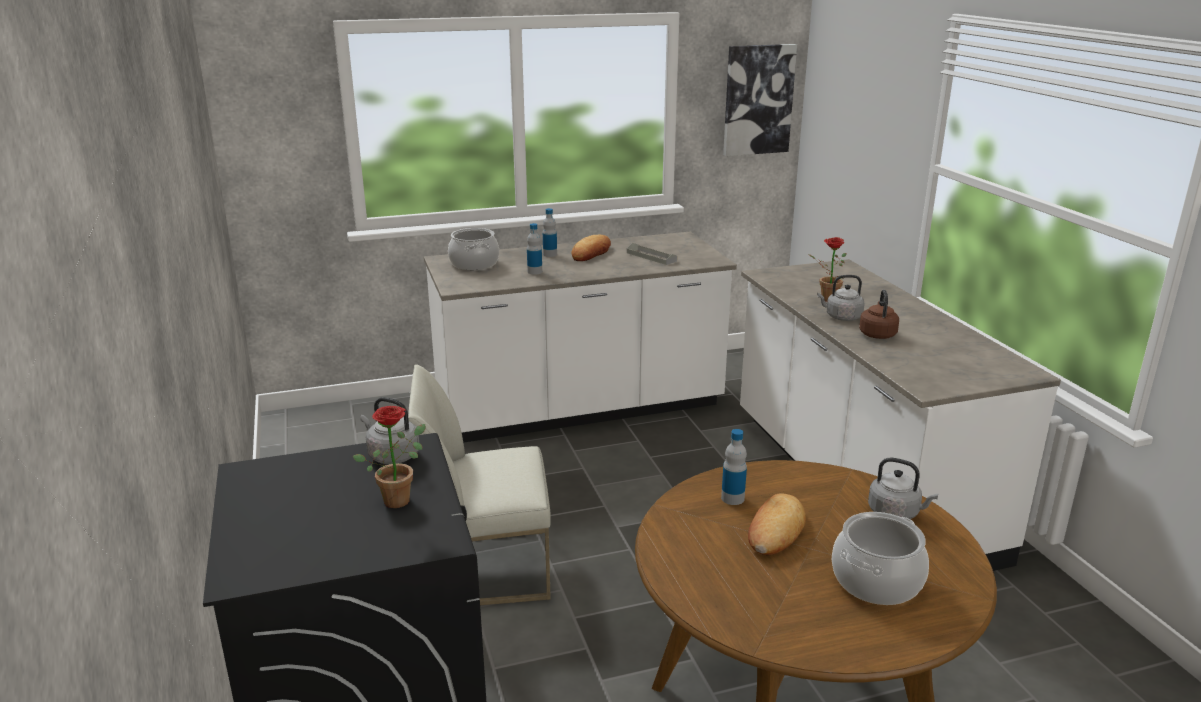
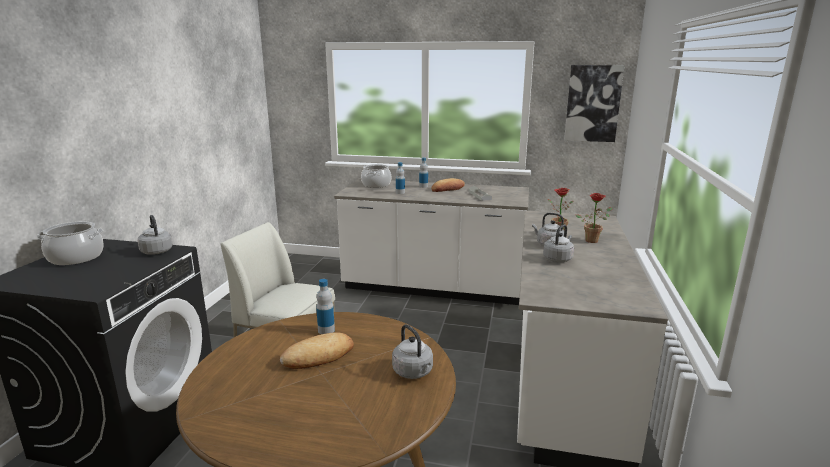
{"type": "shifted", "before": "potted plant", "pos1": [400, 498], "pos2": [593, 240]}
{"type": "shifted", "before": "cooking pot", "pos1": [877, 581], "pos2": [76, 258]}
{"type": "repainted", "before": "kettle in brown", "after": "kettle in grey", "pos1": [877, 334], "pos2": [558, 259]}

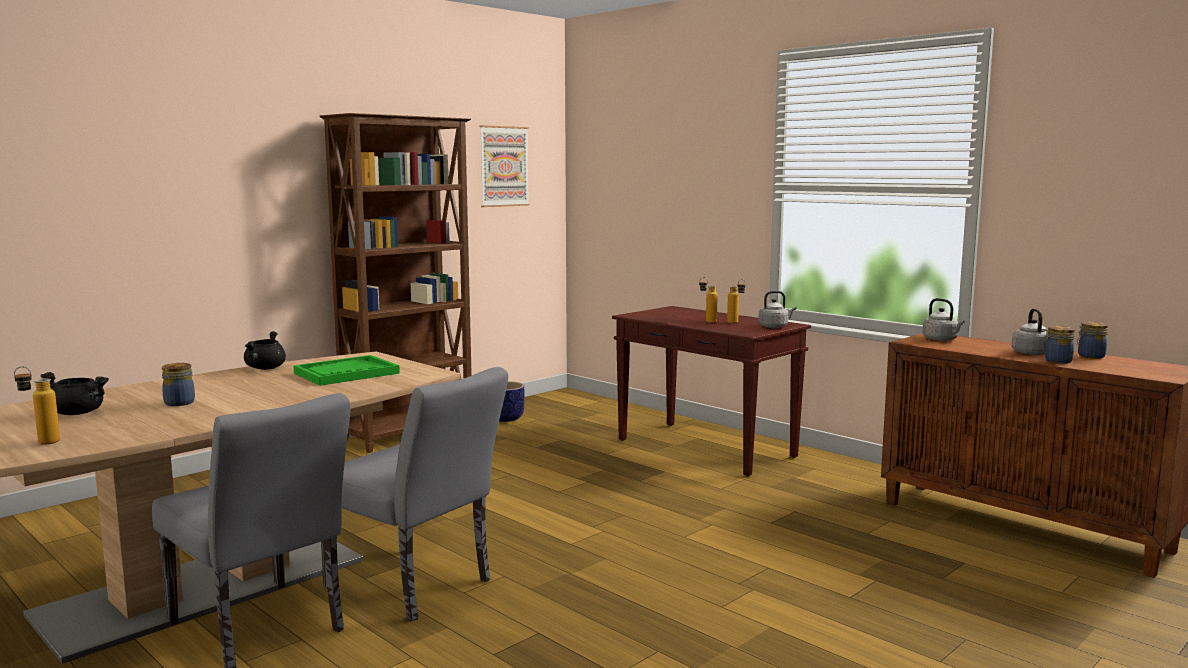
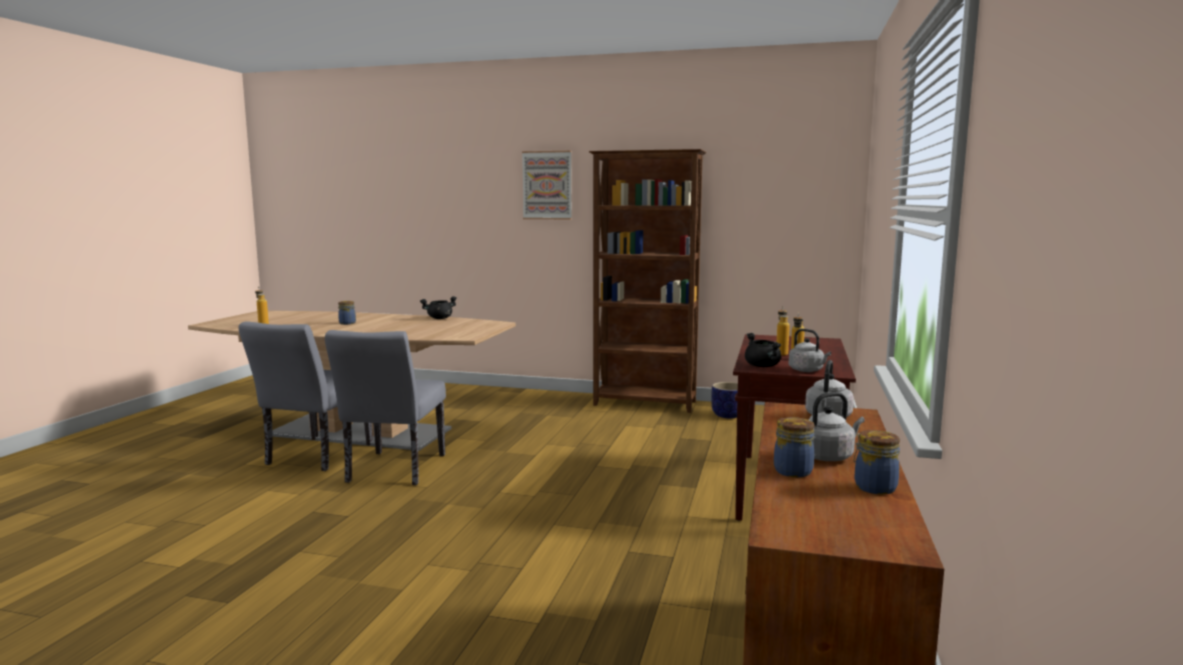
{"type": "shifted", "before": "cooking pot in black", "pos1": [79, 413], "pos2": [763, 366]}
{"type": "gone", "before": "tray in green", "pos1": [346, 373]}
{"type": "shifted", "before": "picture", "pos1": [503, 166], "pos2": [547, 185]}

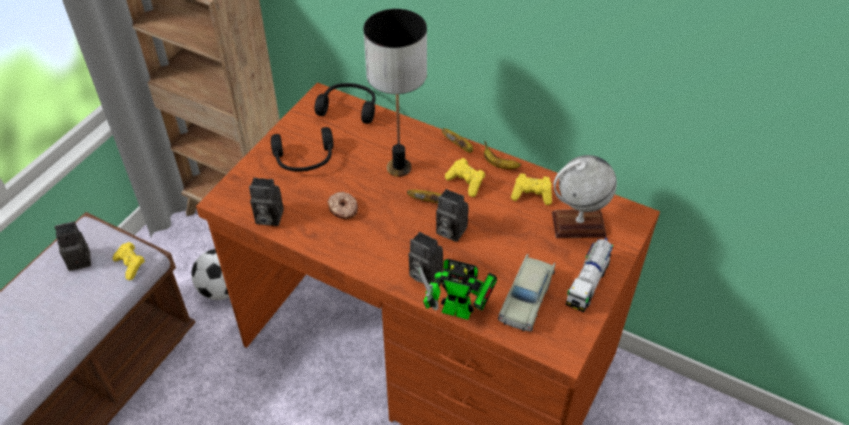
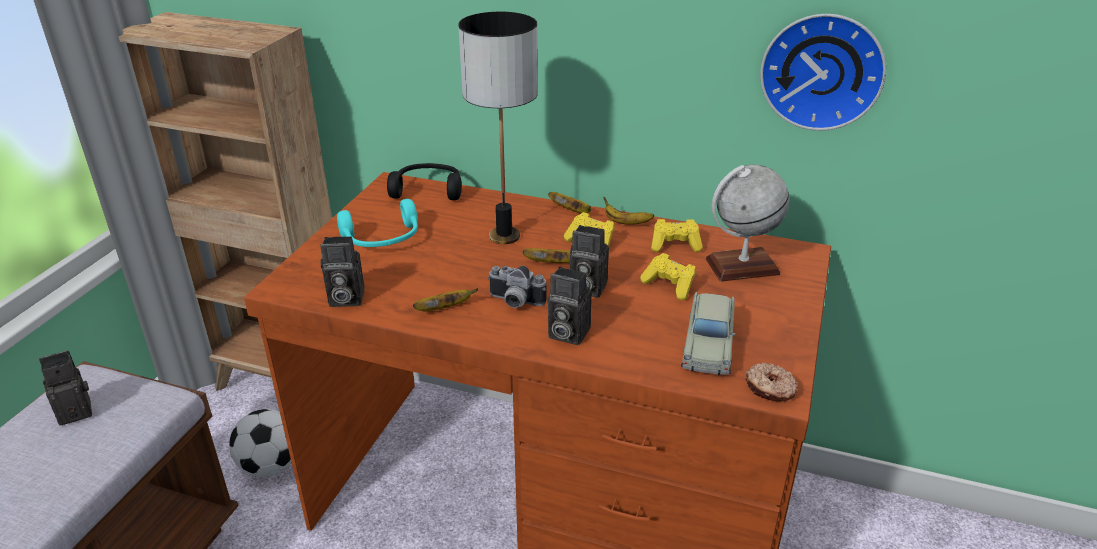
{"type": "shifted", "before": "game controller in yellow", "pos1": [131, 265], "pos2": [670, 286]}
{"type": "repainted", "before": "headphones in black", "after": "headphones in turquoise", "pos1": [304, 160], "pos2": [382, 240]}
{"type": "shifted", "before": "donut", "pos1": [343, 209], "pos2": [770, 389]}
{"type": "gone", "before": "toy robot", "pos1": [461, 312]}
{"type": "gone", "before": "toy truck", "pos1": [588, 283]}
{"type": "new", "after": "banana", "pos2": [444, 308]}
{"type": "new", "after": "photo camera", "pos2": [514, 302]}
{"type": "new", "after": "wall clock", "pos2": [822, 70]}

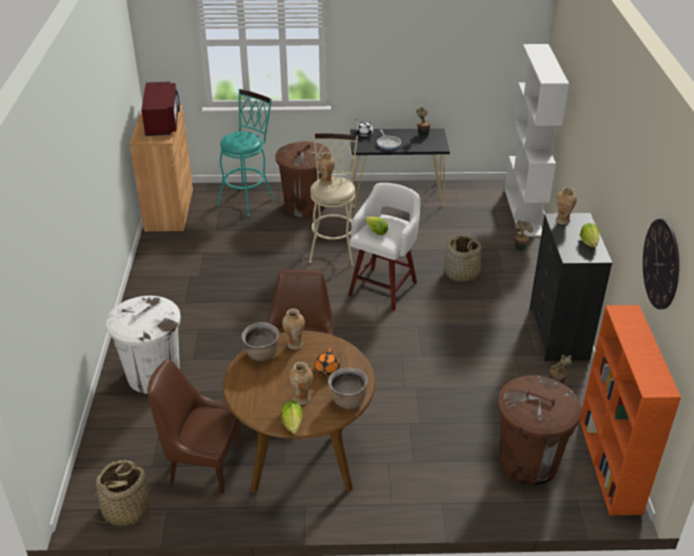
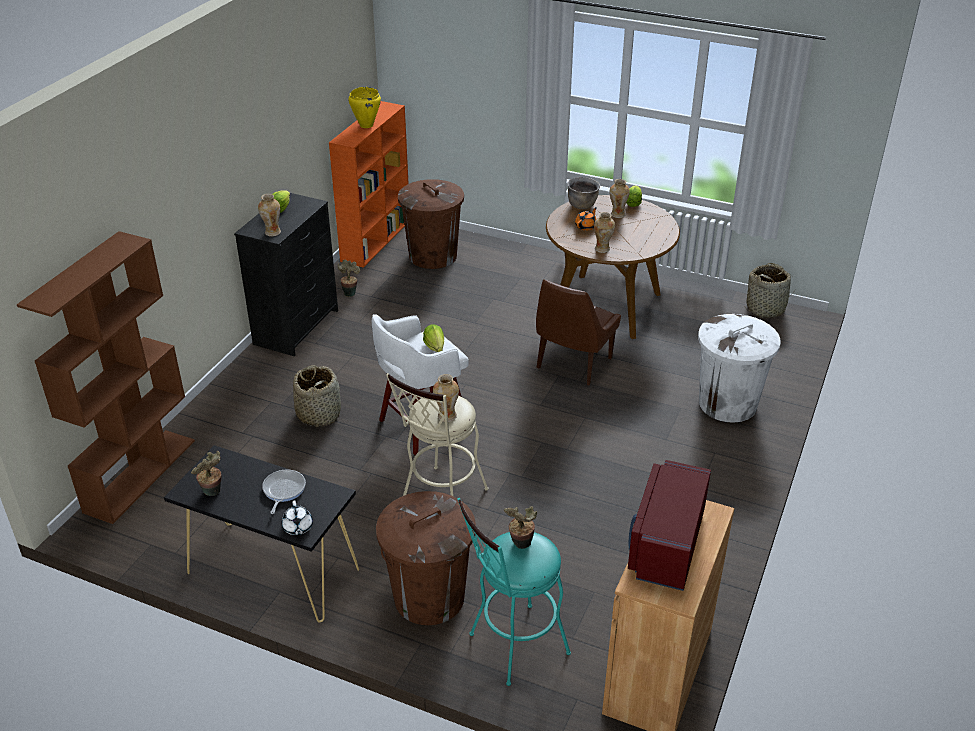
{"type": "gone", "before": "chair in brown", "pos1": [203, 464]}
{"type": "gone", "before": "cooking pot in brown", "pos1": [262, 354]}
{"type": "repainted", "before": "bookcase in white", "after": "bookcase in brown", "pos1": [524, 212], "pos2": [140, 475]}
{"type": "shifted", "before": "potted plant", "pos1": [520, 248], "pos2": [520, 544]}
{"type": "gone", "before": "wall clock", "pos1": [661, 264]}
{"type": "new", "after": "cooking pot in yellow", "pos2": [366, 125]}

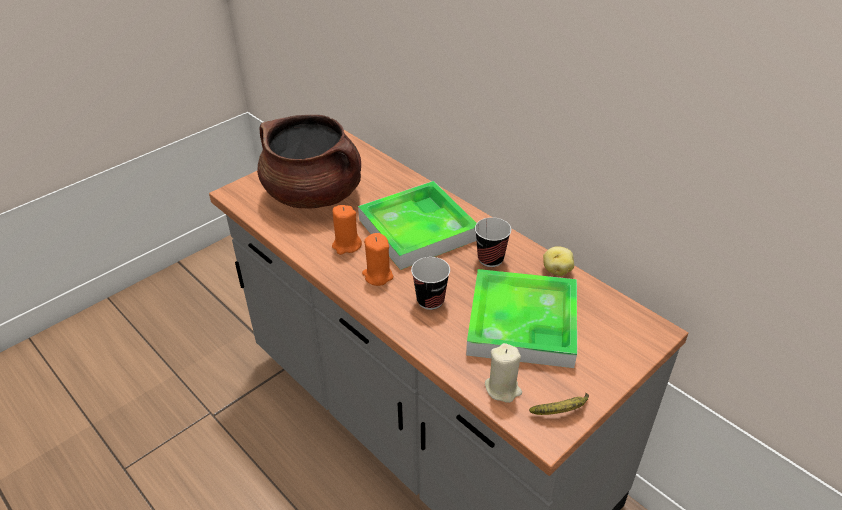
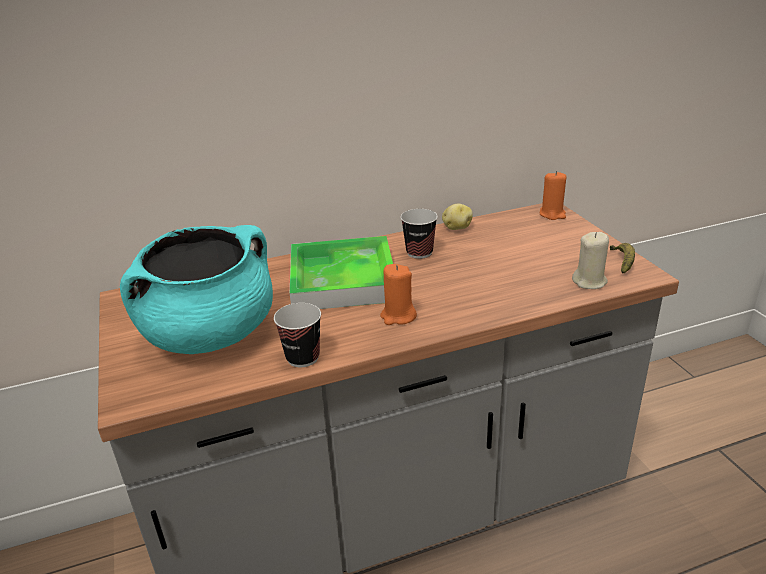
{"type": "repainted", "before": "cooking pot in brown", "after": "cooking pot in turquoise", "pos1": [314, 195], "pos2": [210, 334]}
{"type": "shifted", "before": "candle in orange", "pos1": [346, 245], "pos2": [552, 214]}
{"type": "shifted", "before": "cup", "pos1": [430, 300], "pos2": [303, 357]}
{"type": "gone", "before": "tray", "pos1": [522, 323]}

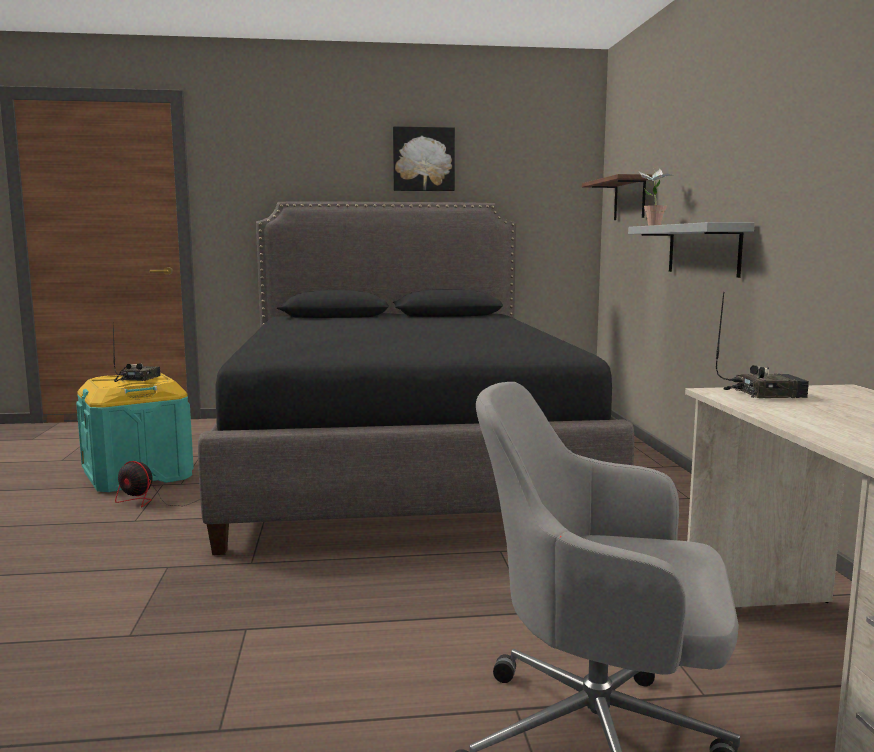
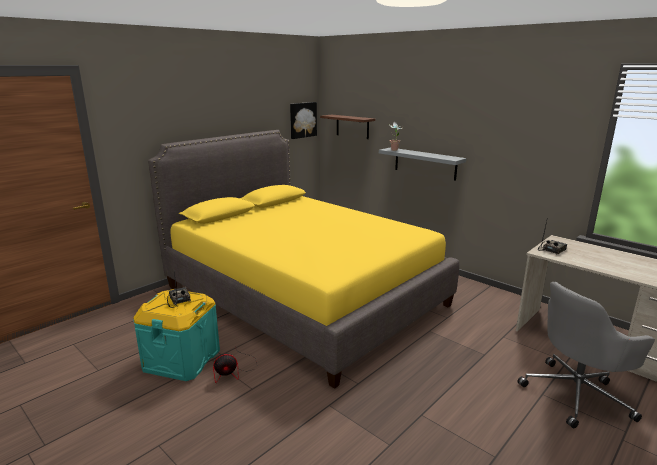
{"type": "repainted", "before": "bed in black", "after": "bed in yellow", "pos1": [402, 462], "pos2": [304, 295]}
{"type": "shifted", "before": "picture", "pos1": [423, 159], "pos2": [302, 120]}

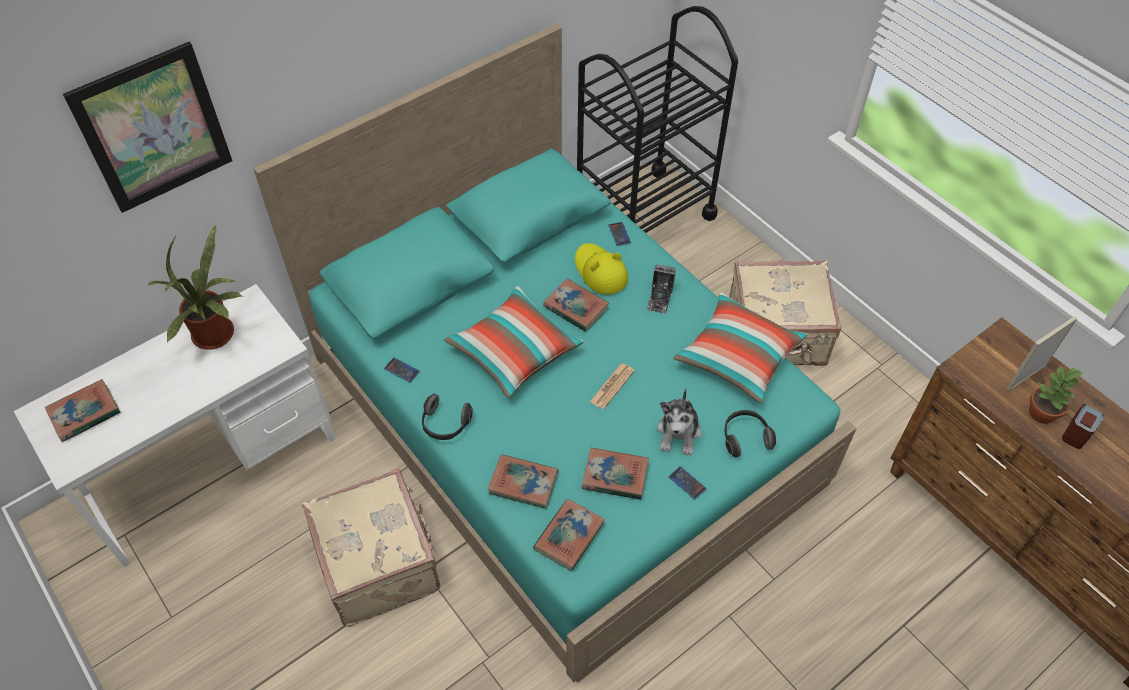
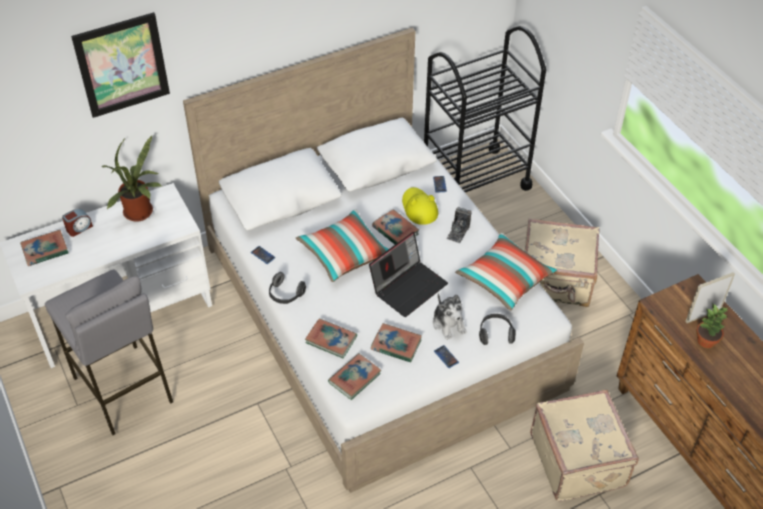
{"type": "repainted", "before": "bed in turquoise", "after": "bed in white", "pos1": [564, 416], "pos2": [381, 314]}
{"type": "shifted", "before": "suitcase in beige", "pos1": [380, 563], "pos2": [579, 460]}
{"type": "swapped", "before": "newspaper", "after": "laptop", "pos1": [612, 386], "pos2": [408, 286]}
{"type": "rotated", "before": "plush toy", "pos1": [679, 433], "pos2": [448, 323], "turn": -45}
{"type": "shifted", "before": "alarm clock", "pos1": [1077, 433], "pos2": [79, 228]}
{"type": "new", "after": "stool in grey", "pos2": [123, 390]}

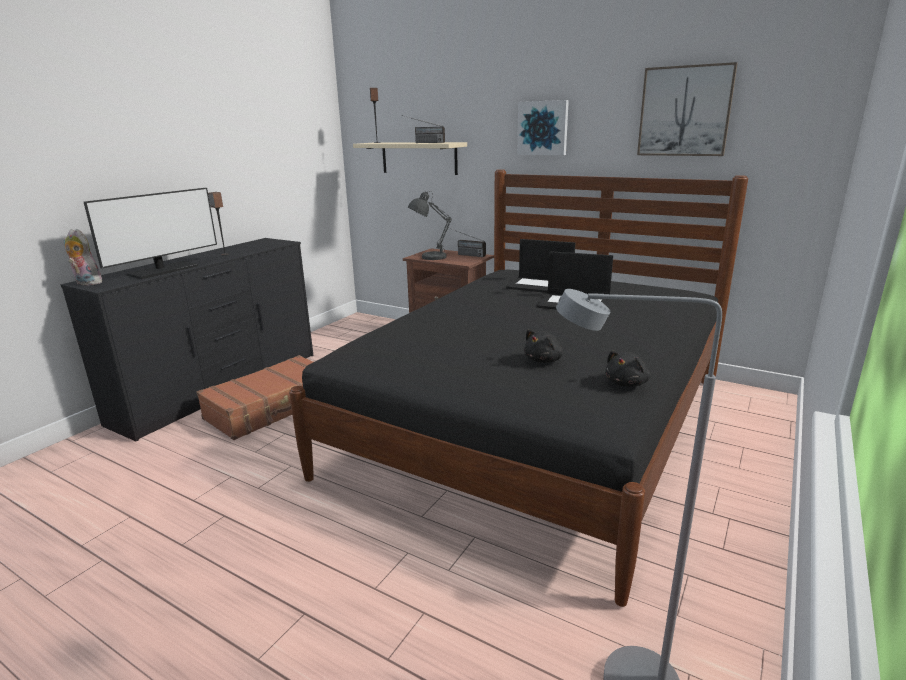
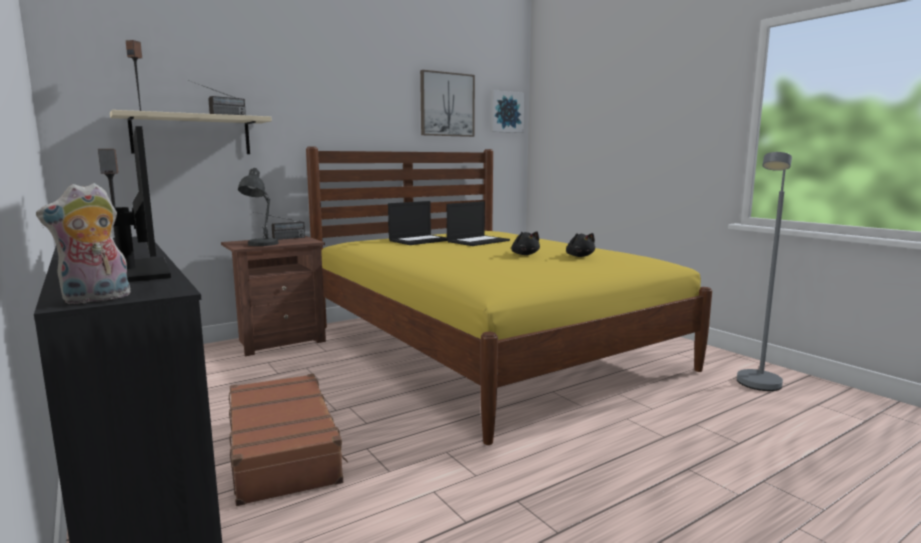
{"type": "repainted", "before": "bed in black", "after": "bed in yellow", "pos1": [536, 425], "pos2": [487, 347]}
{"type": "shifted", "before": "picture", "pos1": [543, 128], "pos2": [505, 112]}
{"type": "shifted", "before": "plush toy in black", "pos1": [627, 383], "pos2": [524, 254]}

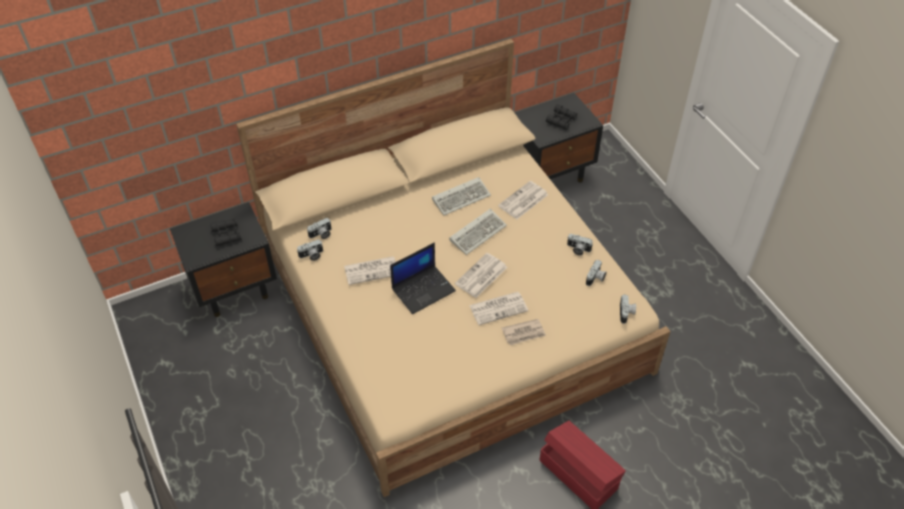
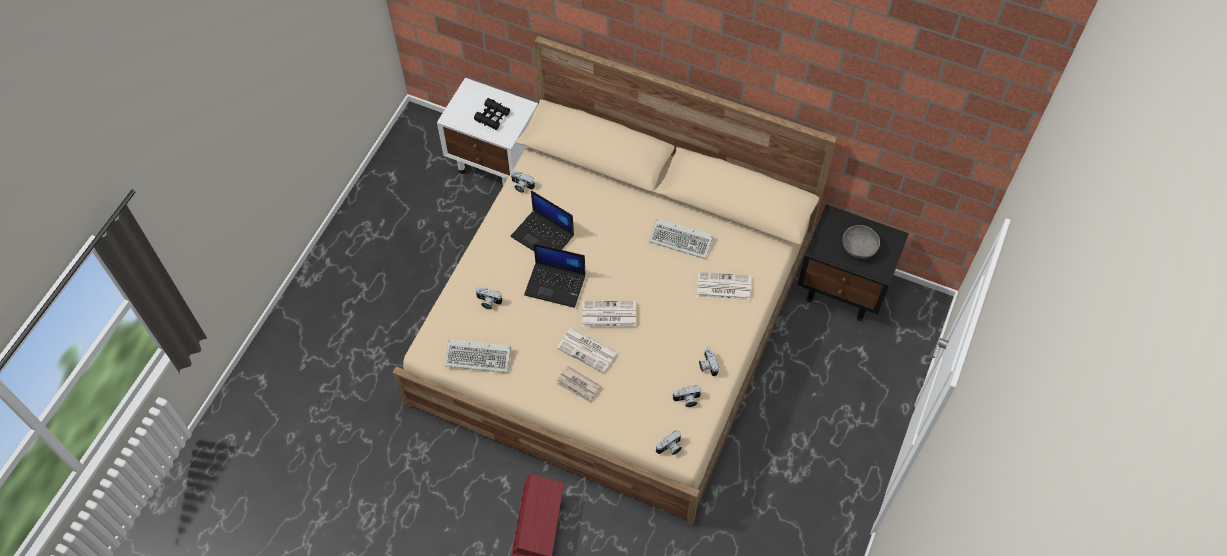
{"type": "repainted", "before": "nightstand in black", "after": "nightstand in white", "pos1": [235, 288], "pos2": [495, 162]}
{"type": "shifted", "before": "photo camera", "pos1": [321, 234], "pos2": [488, 302]}
{"type": "swapped", "before": "newspaper", "after": "laptop", "pos1": [372, 270], "pos2": [543, 236]}
{"type": "shifted", "before": "keyboard", "pos1": [478, 232], "pos2": [480, 357]}
{"type": "swapped", "before": "binoculars in black", "after": "bowl in grey", "pos1": [561, 120], "pos2": [858, 248]}

